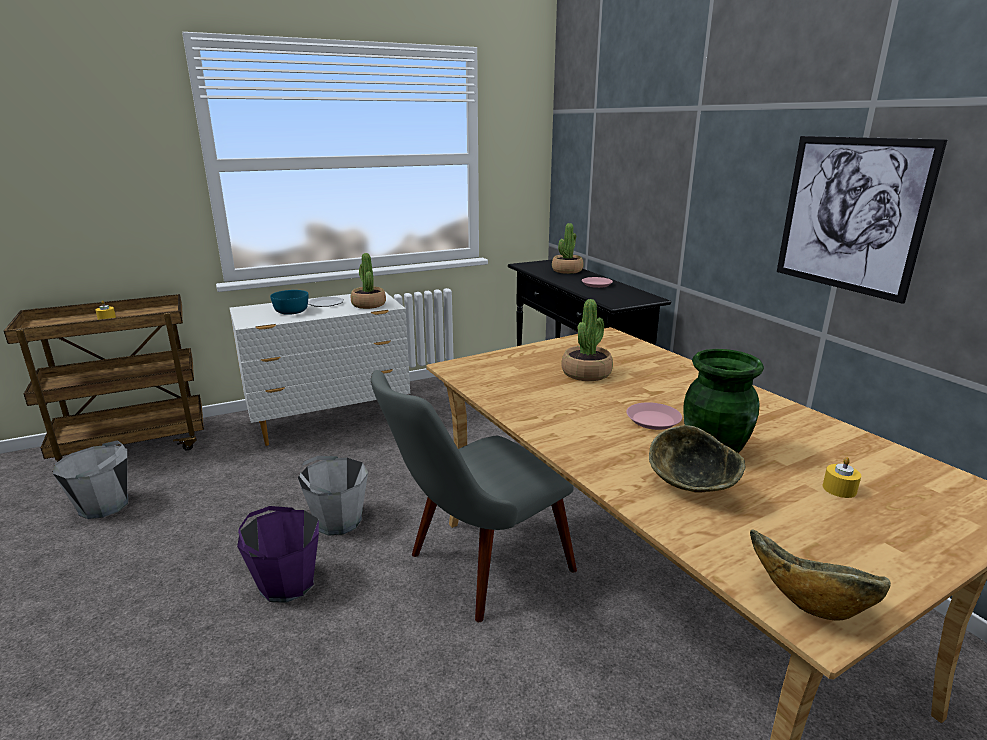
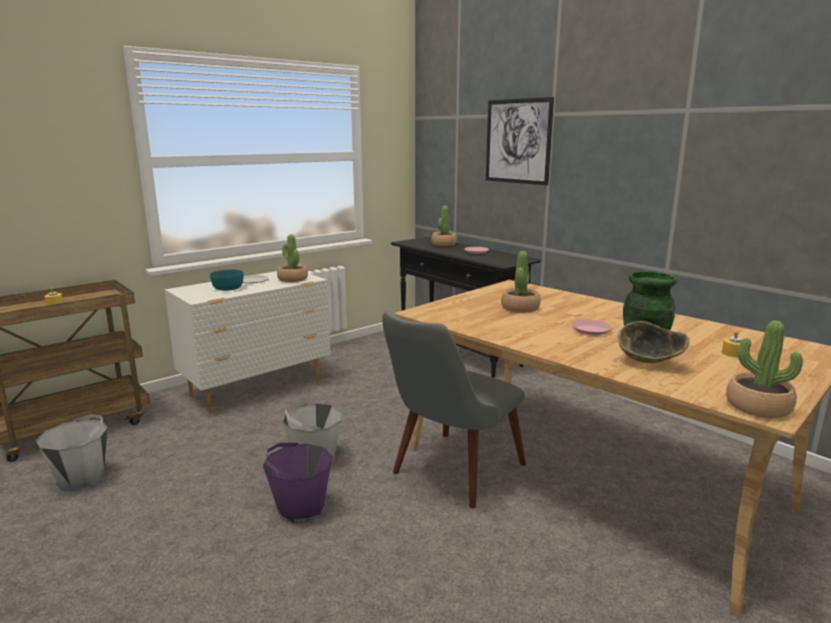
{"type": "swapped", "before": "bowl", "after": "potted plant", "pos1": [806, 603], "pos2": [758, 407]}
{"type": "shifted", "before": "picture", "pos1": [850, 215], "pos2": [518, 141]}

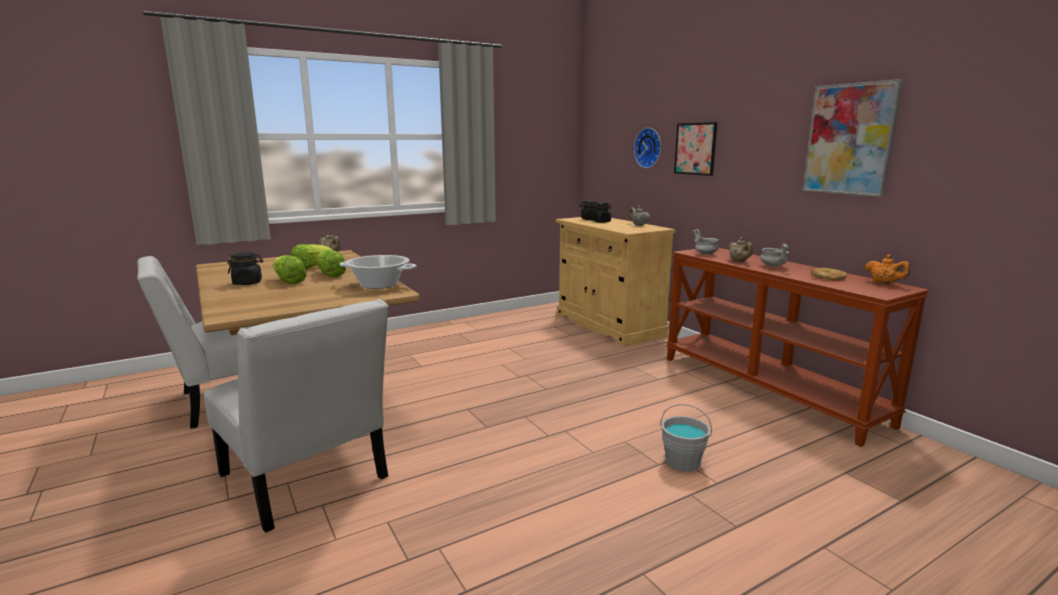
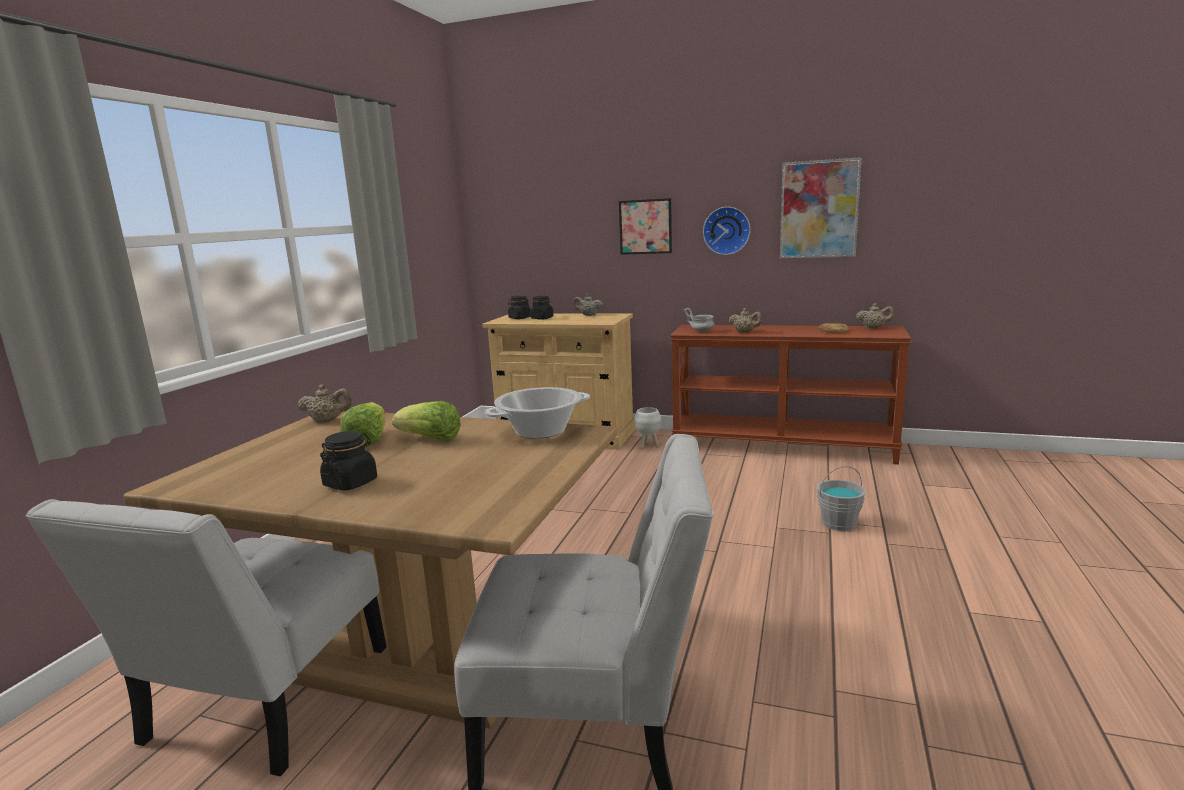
{"type": "gone", "before": "lettuce", "pos1": [288, 282]}
{"type": "shifted", "before": "wall clock", "pos1": [649, 148], "pos2": [726, 230]}
{"type": "gone", "before": "bowl in grey", "pos1": [773, 266]}
{"type": "repainted", "before": "teapot in orange", "after": "teapot in beige", "pos1": [884, 283], "pos2": [874, 327]}
{"type": "new", "after": "planter in white", "pos2": [648, 445]}

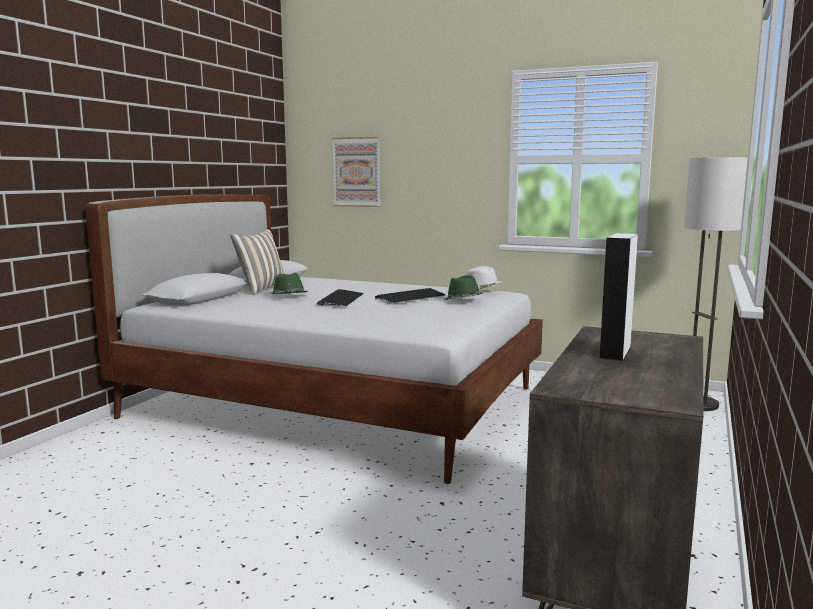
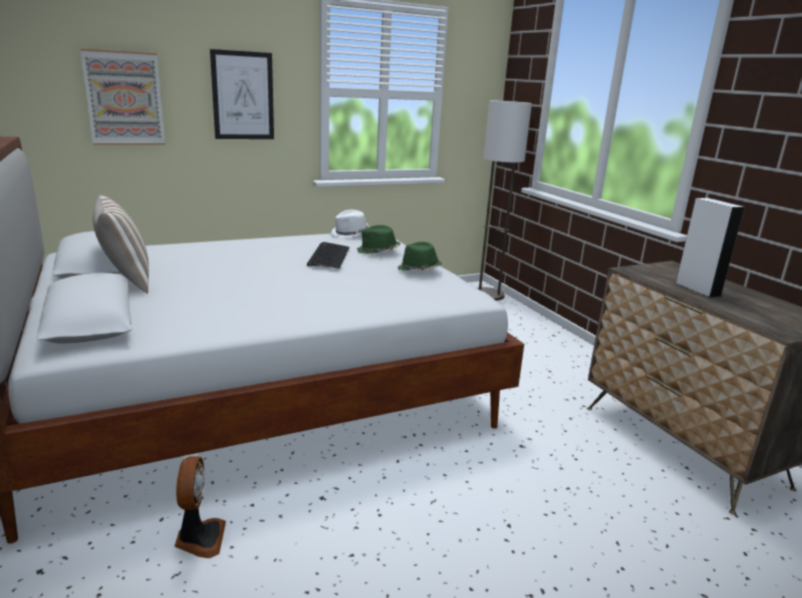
{"type": "shifted", "before": "hat in green", "pos1": [288, 296], "pos2": [418, 270]}
{"type": "gone", "before": "keyboard", "pos1": [340, 299]}
{"type": "new", "after": "fan", "pos2": [199, 538]}
{"type": "new", "after": "picture", "pos2": [243, 96]}

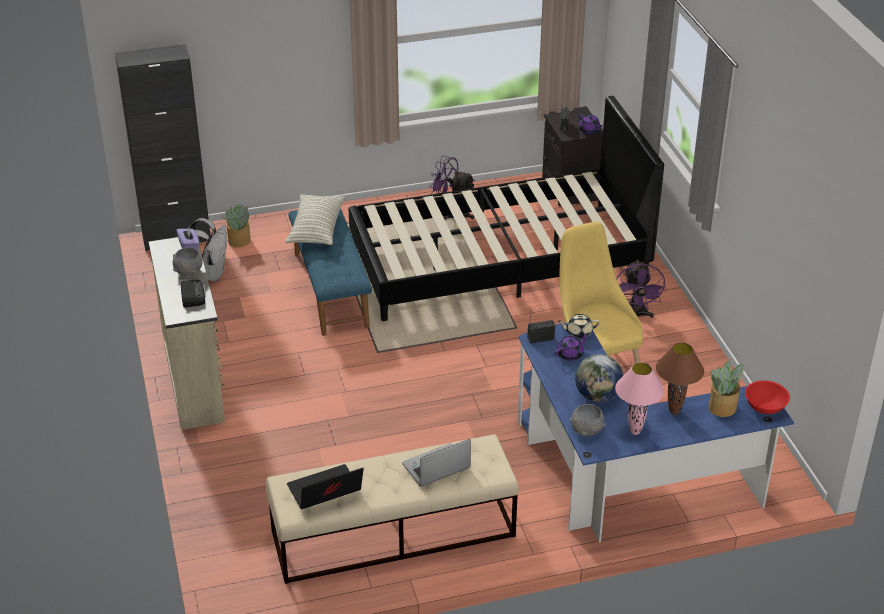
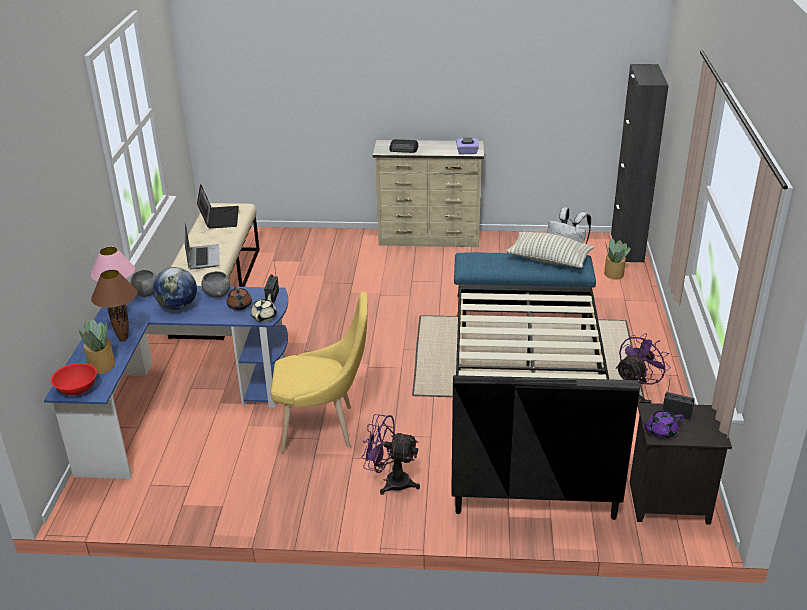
{"type": "shifted", "before": "bowl in grey", "pos1": [188, 272], "pos2": [217, 294]}
{"type": "repainted", "before": "teapot in purple", "after": "teapot in brown", "pos1": [570, 354], "pos2": [239, 306]}

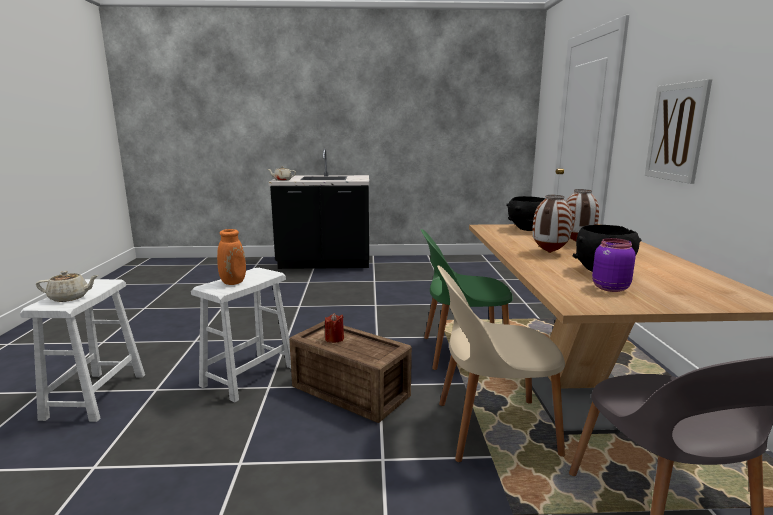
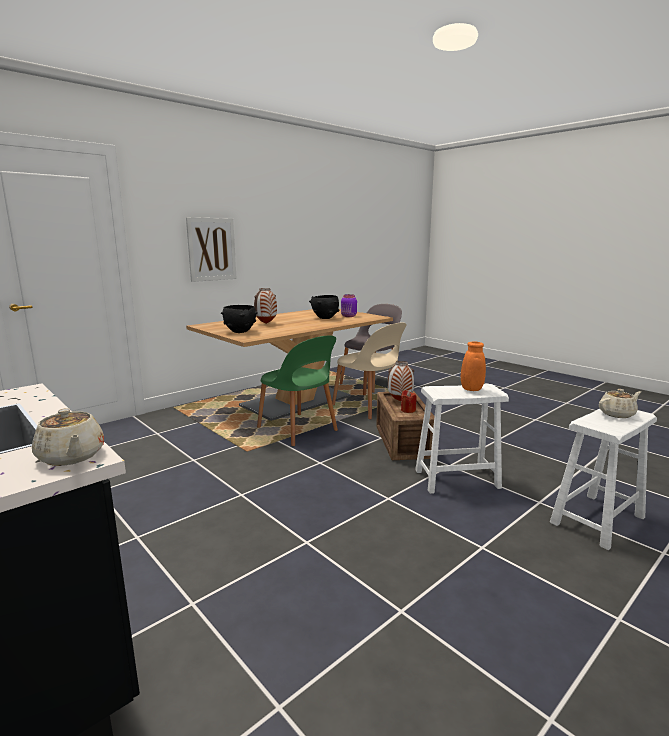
{"type": "rotated", "before": "teapot in beige", "pos1": [70, 298], "pos2": [617, 414], "turn": 120}
{"type": "shifted", "before": "vase", "pos1": [549, 252], "pos2": [399, 401]}

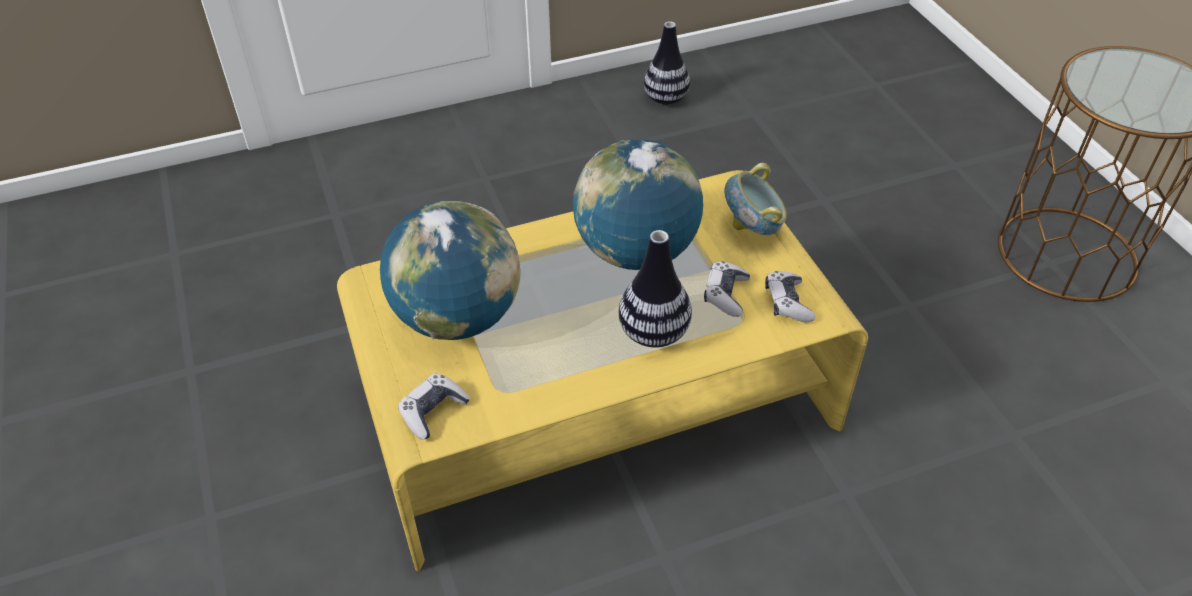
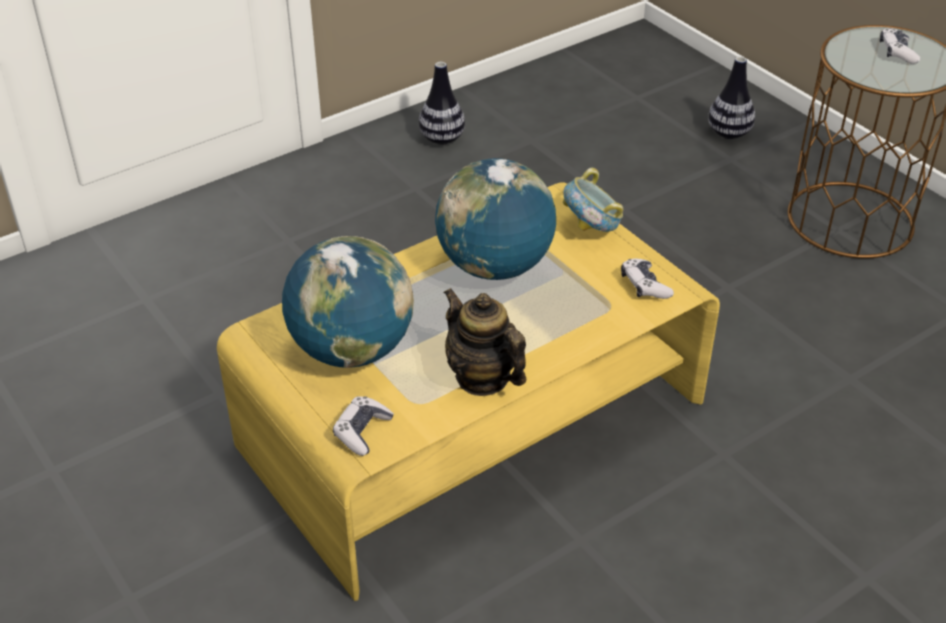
{"type": "shifted", "before": "vase", "pos1": [653, 333], "pos2": [728, 133]}
{"type": "shifted", "before": "game controller", "pos1": [725, 295], "pos2": [897, 52]}
{"type": "new", "after": "teapot", "pos2": [482, 377]}

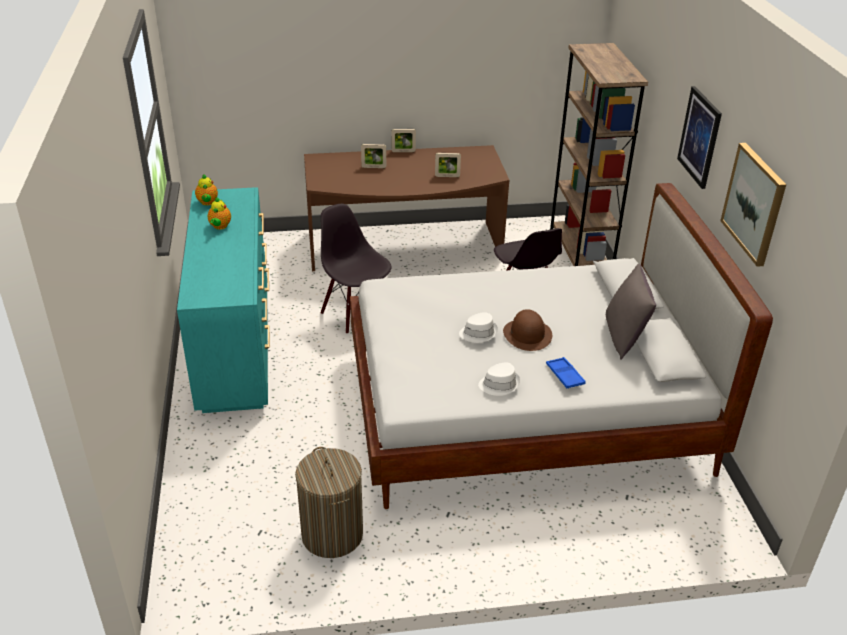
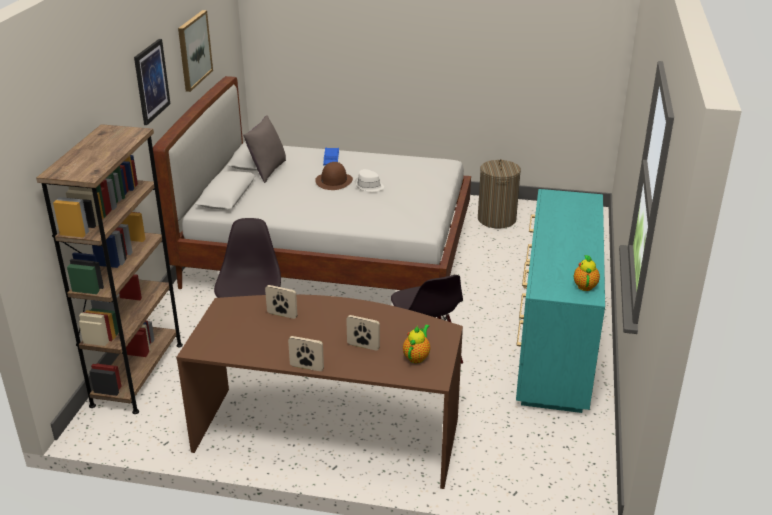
{"type": "shifted", "before": "teapot", "pos1": [220, 226], "pos2": [417, 357]}
{"type": "gone", "before": "hat in white", "pos1": [499, 384]}

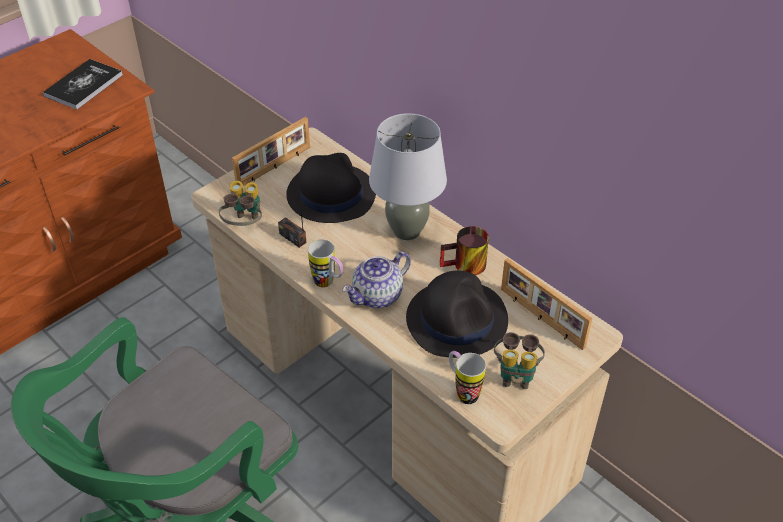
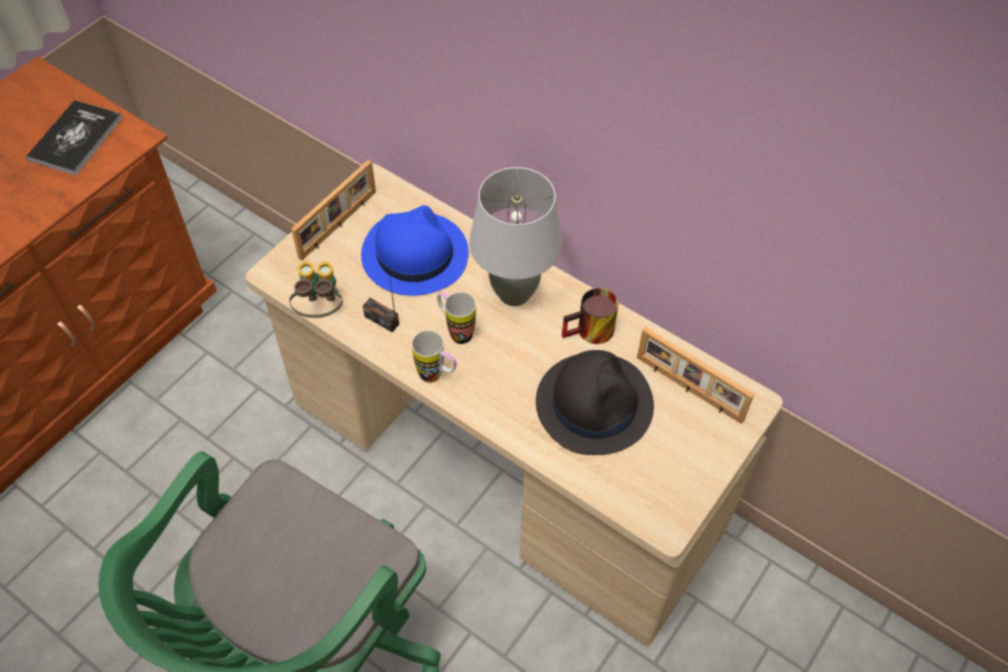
{"type": "repainted", "before": "hat in black", "after": "hat in blue", "pos1": [330, 194], "pos2": [414, 254]}
{"type": "gone", "before": "teapot", "pos1": [377, 296]}
{"type": "shifted", "before": "mug", "pos1": [463, 391], "pos2": [456, 331]}
{"type": "gone", "before": "binoculars", "pos1": [516, 375]}

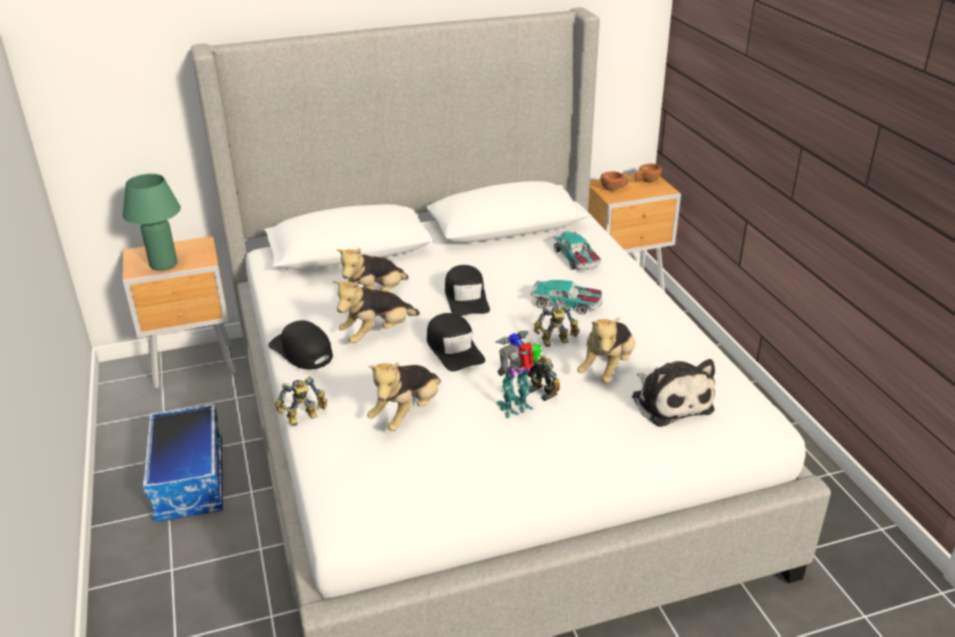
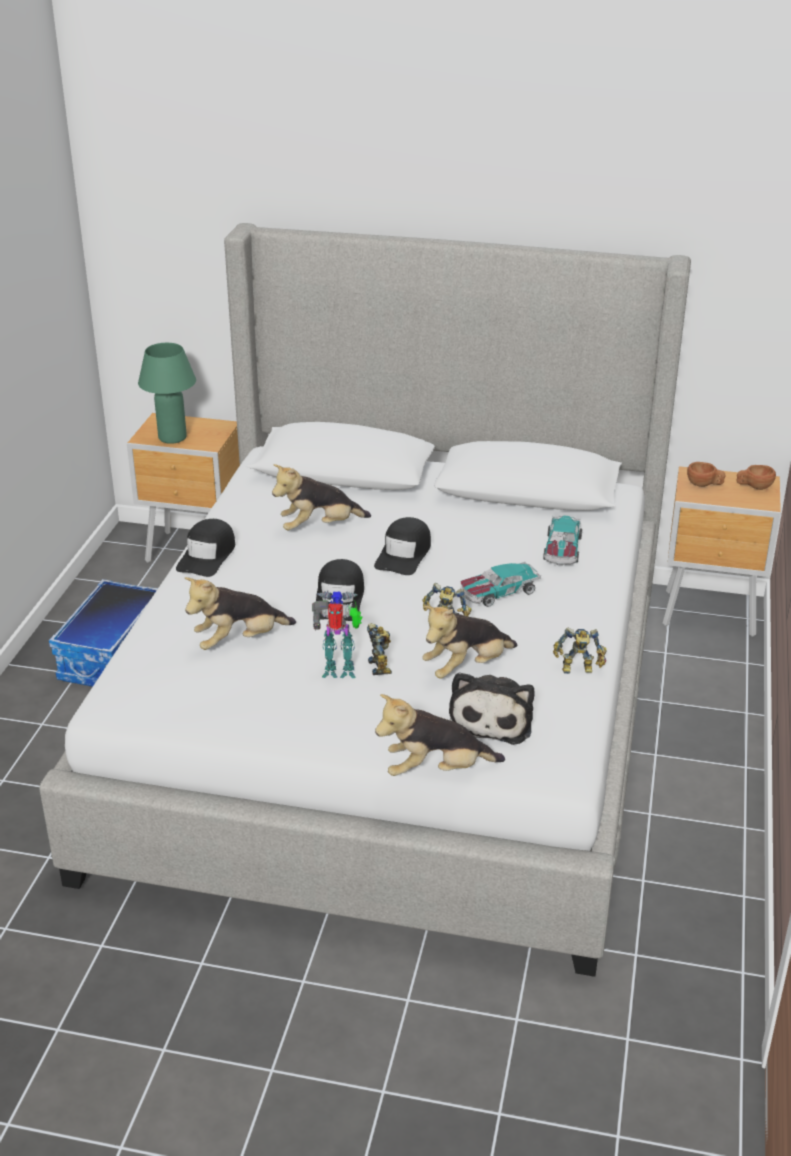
{"type": "rotated", "before": "cap in black", "pos1": [302, 351], "pos2": [207, 556], "turn": -150}
{"type": "shifted", "before": "toy robot", "pos1": [304, 418], "pos2": [578, 669]}
{"type": "shifted", "before": "plush toy", "pos1": [377, 333], "pos2": [435, 770]}
{"type": "rotated", "before": "toy car", "pos1": [567, 304], "pos2": [498, 592], "turn": 105}

